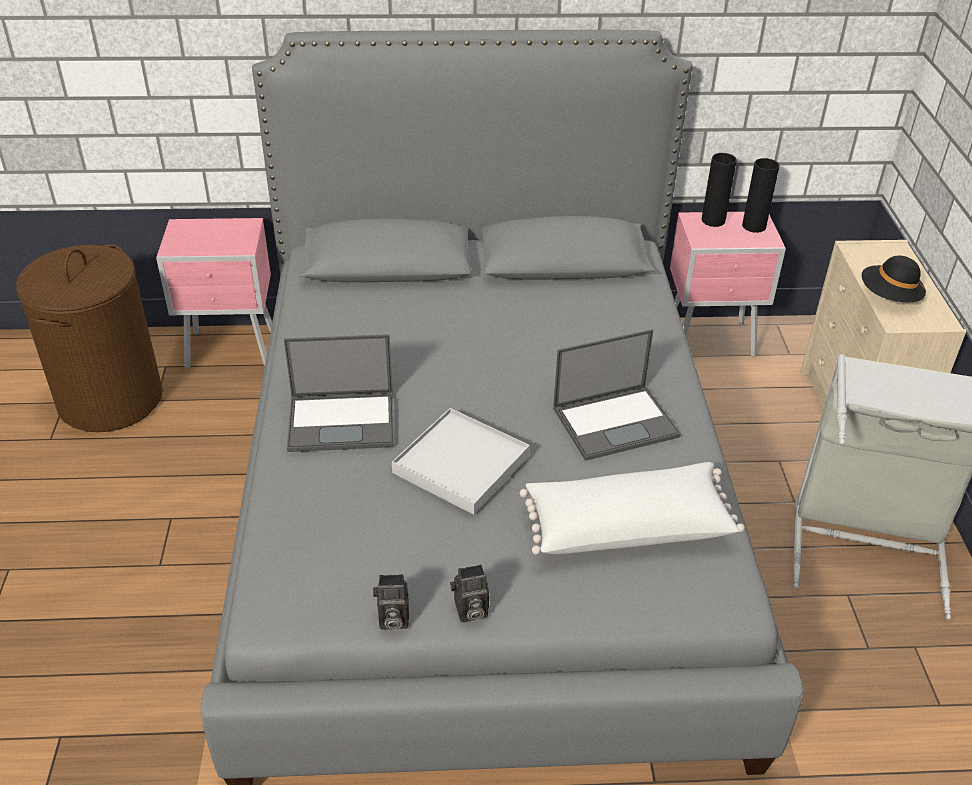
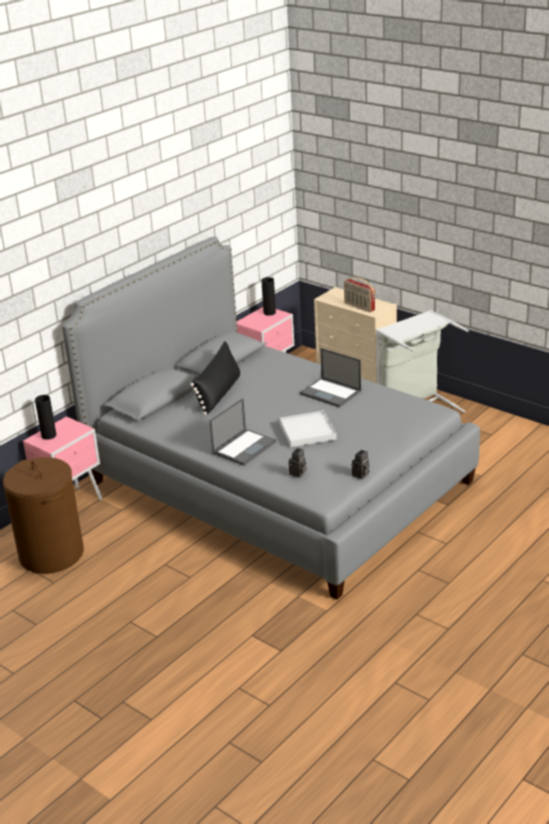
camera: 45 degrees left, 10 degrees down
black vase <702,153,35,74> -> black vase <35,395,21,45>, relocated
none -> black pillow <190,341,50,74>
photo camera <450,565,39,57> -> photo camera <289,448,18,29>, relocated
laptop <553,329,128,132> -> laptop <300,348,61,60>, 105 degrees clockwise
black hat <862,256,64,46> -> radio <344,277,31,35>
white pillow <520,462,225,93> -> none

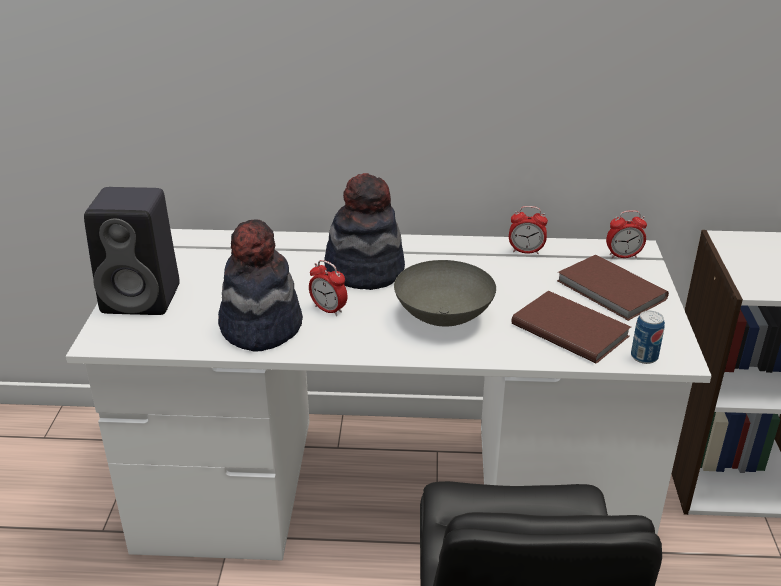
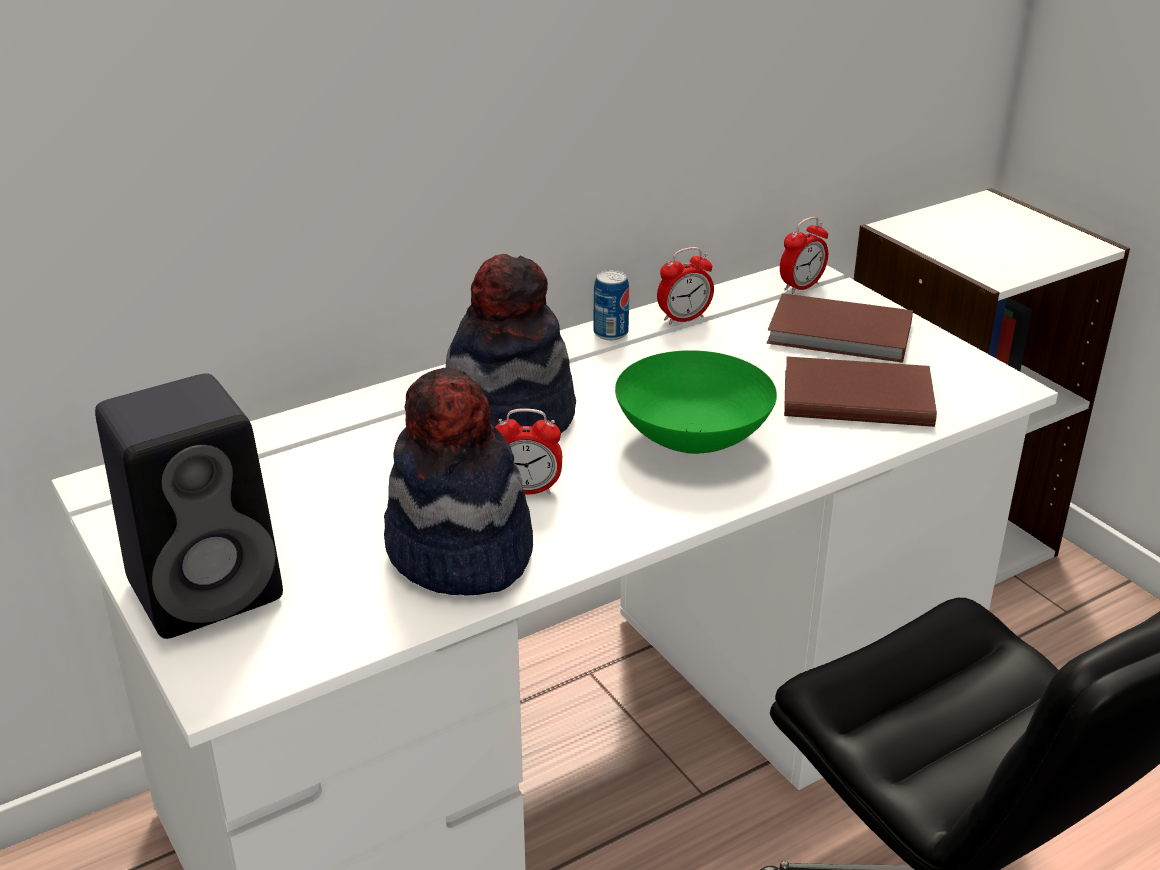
camera: 35 degrees left, 0 degrees up
can <631,311,34,53> -> can <594,270,35,70>, relocated
grey bowl <394,260,102,67> -> green bowl <615,350,162,104>

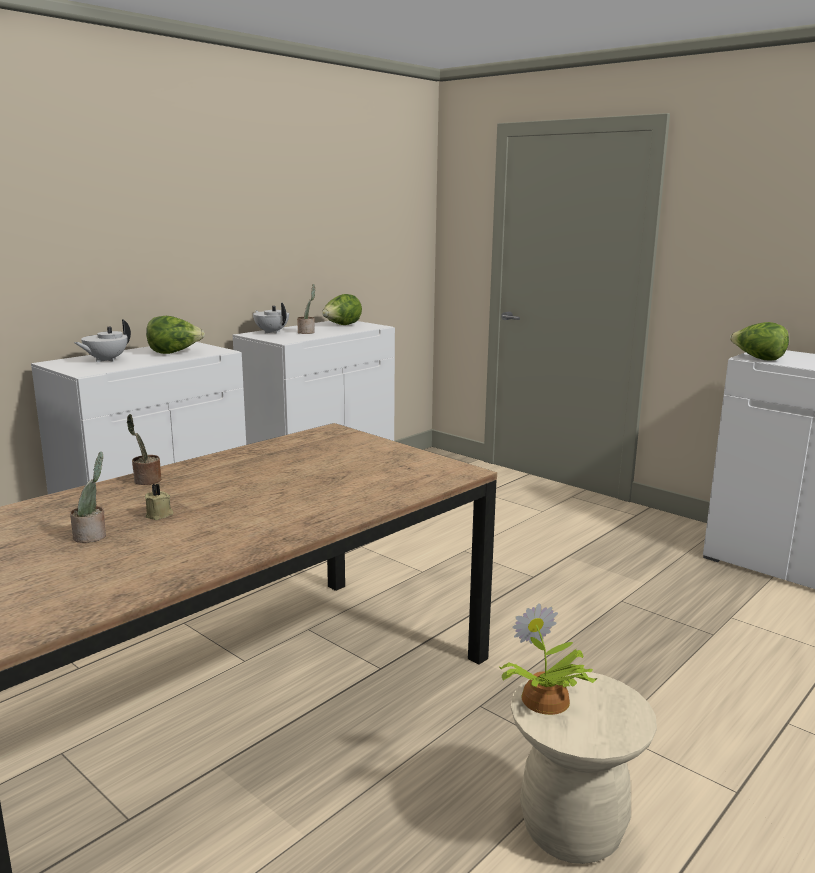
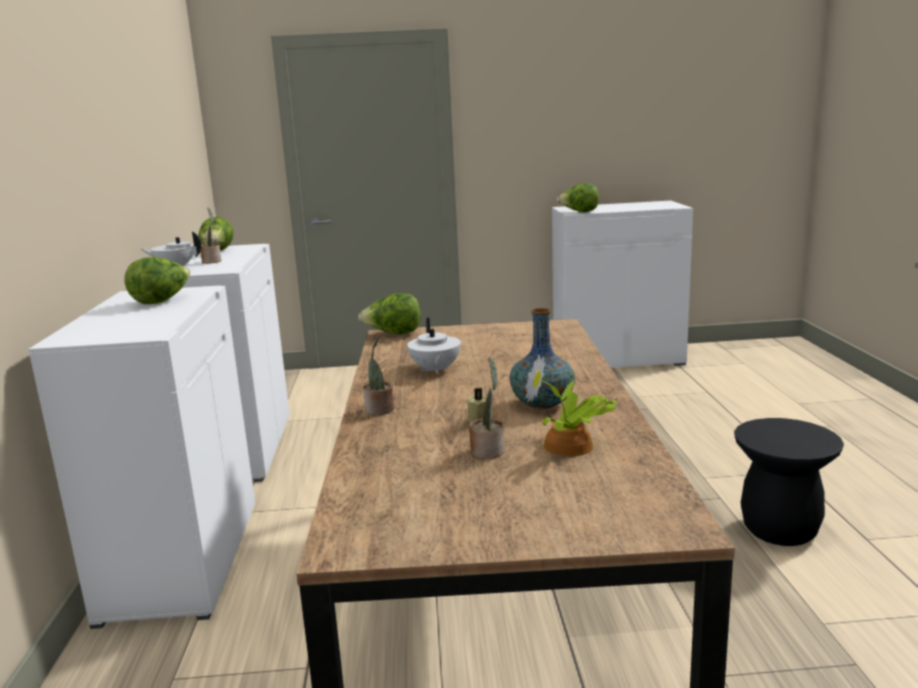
camera: 45 degrees left, 0 degrees up
none -> lettuce <358,293,63,41>
white teapot <74,319,57,43> -> white teapot <407,318,54,57>, relocated
none -> vase <509,308,66,101>
potted plant <499,603,98,112> -> potted plant <525,355,92,101>, relocated
beige stool <511,672,146,192> -> black stool <734,418,110,128>

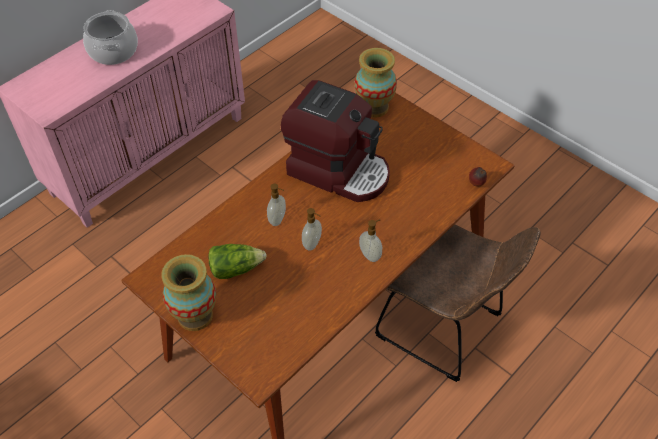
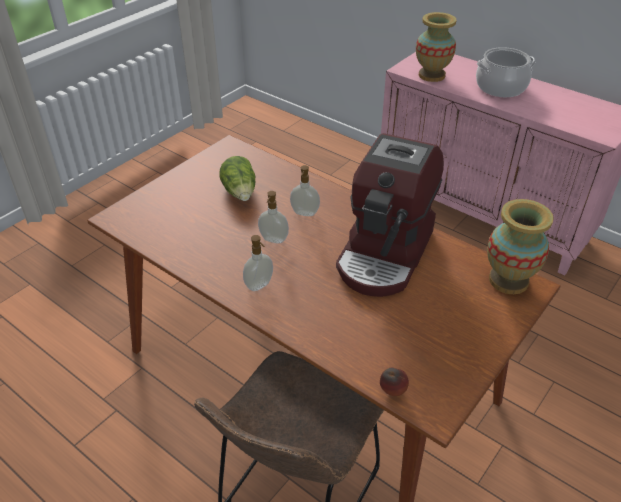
camera: 85 degrees right, 10 degrees down
vase <161,254,55,77> -> vase <416,12,40,70>, relocated

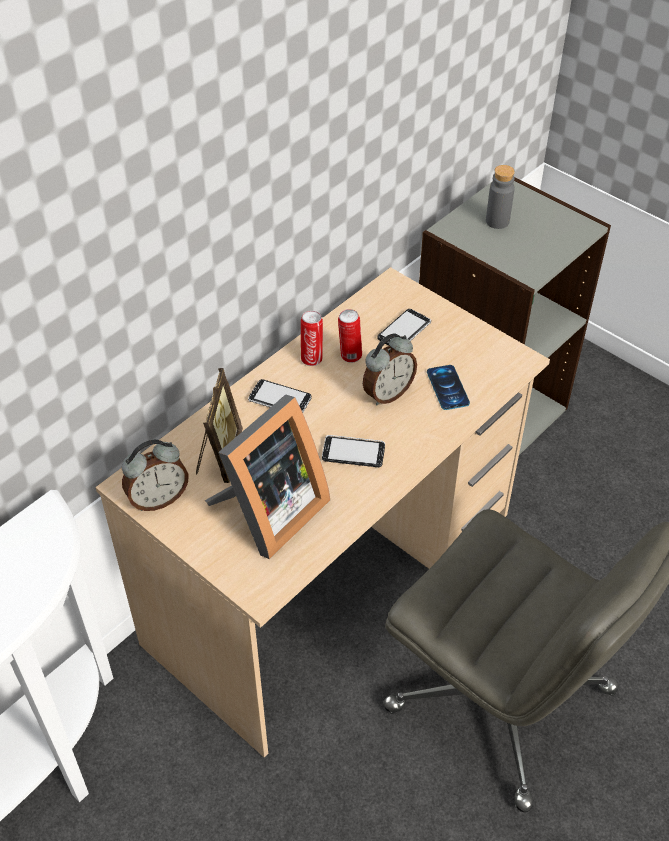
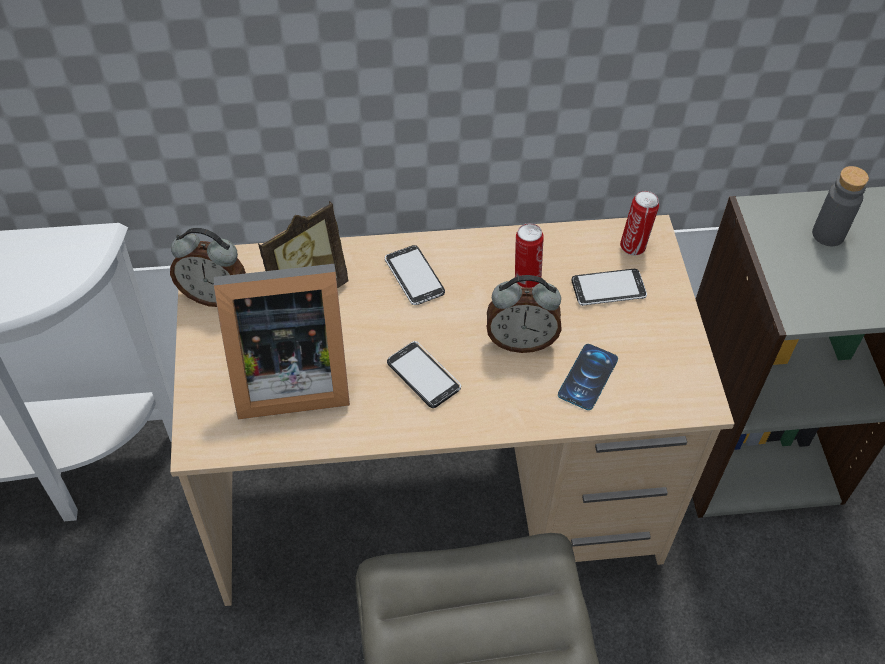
camera: 40 degrees right, 5 degrees up
can <301,311,22,55> -> can <620,191,39,64>, relocated

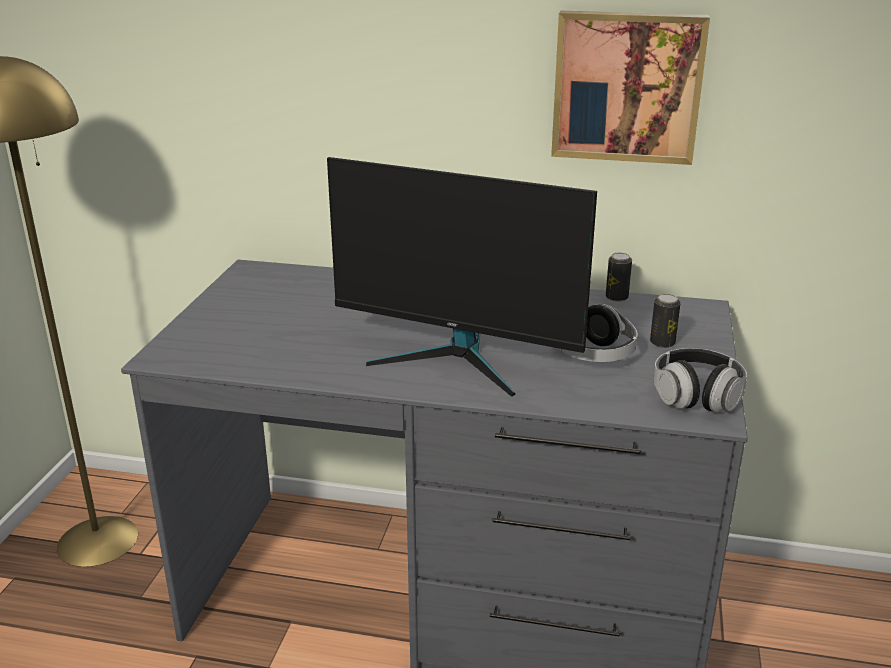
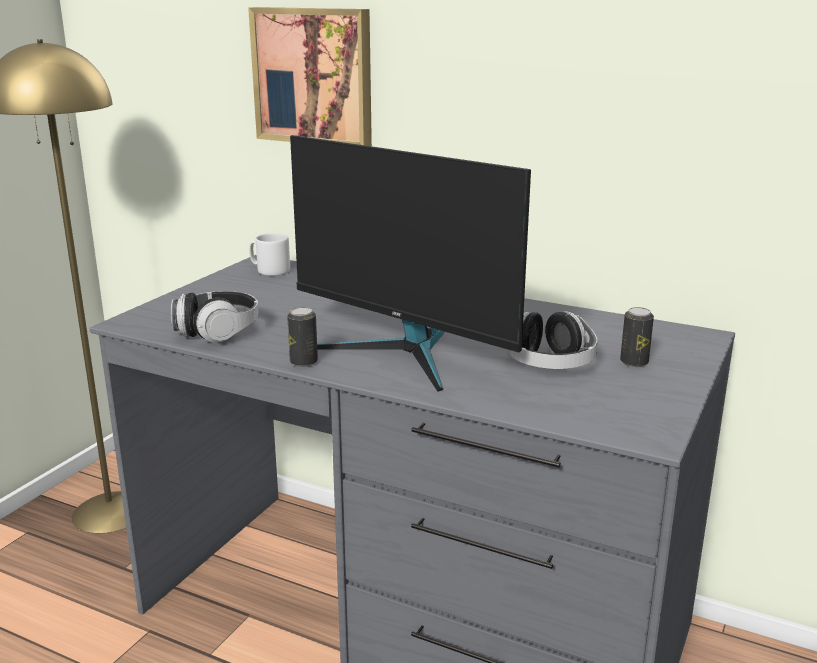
camera: 15 degrees right, 5 degrees down
headphones <653,348,94,65> -> headphones <171,291,88,52>, relocated
picture <551,11,159,154> -> picture <248,7,124,139>, relocated
none -> grey mug <249,233,41,43>
can <606,253,26,49> -> can <287,307,31,60>, relocated

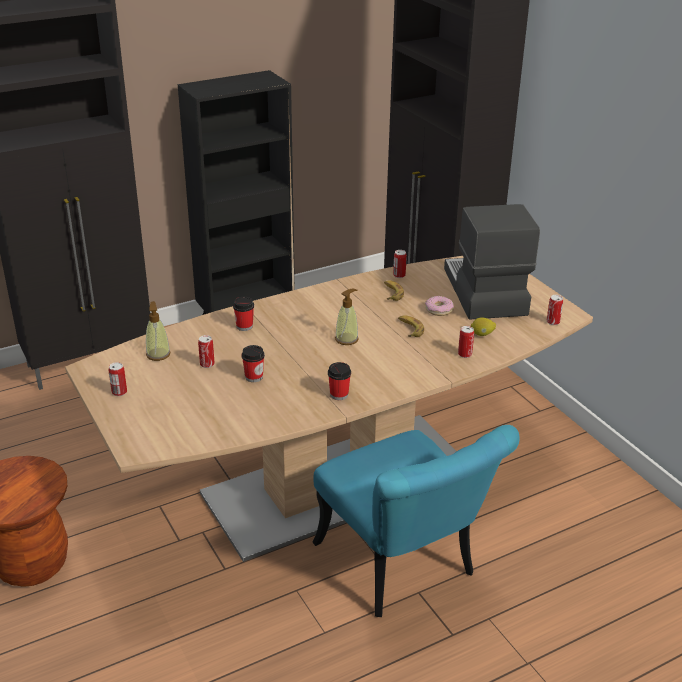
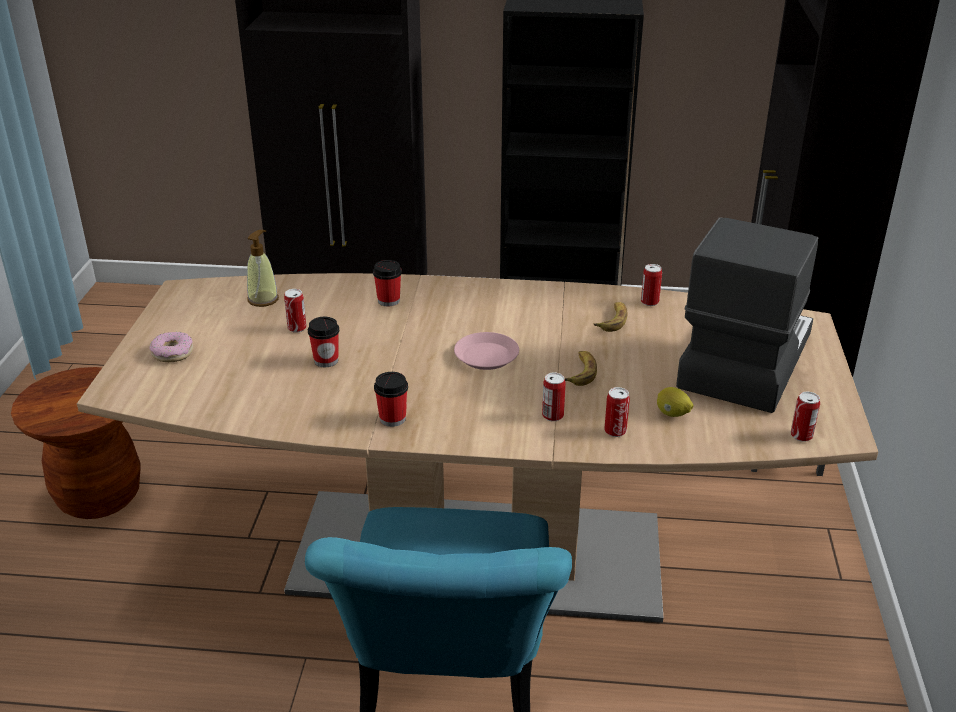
camera: 35 degrees right, 0 degrees up
donut <425,296,29,20> -> donut <149,332,45,30>, relocated
soap dispenser <335,289,24,56> -> pink plate <454,332,65,38>
can <108,362,19,34> -> can <542,372,24,49>, relocated

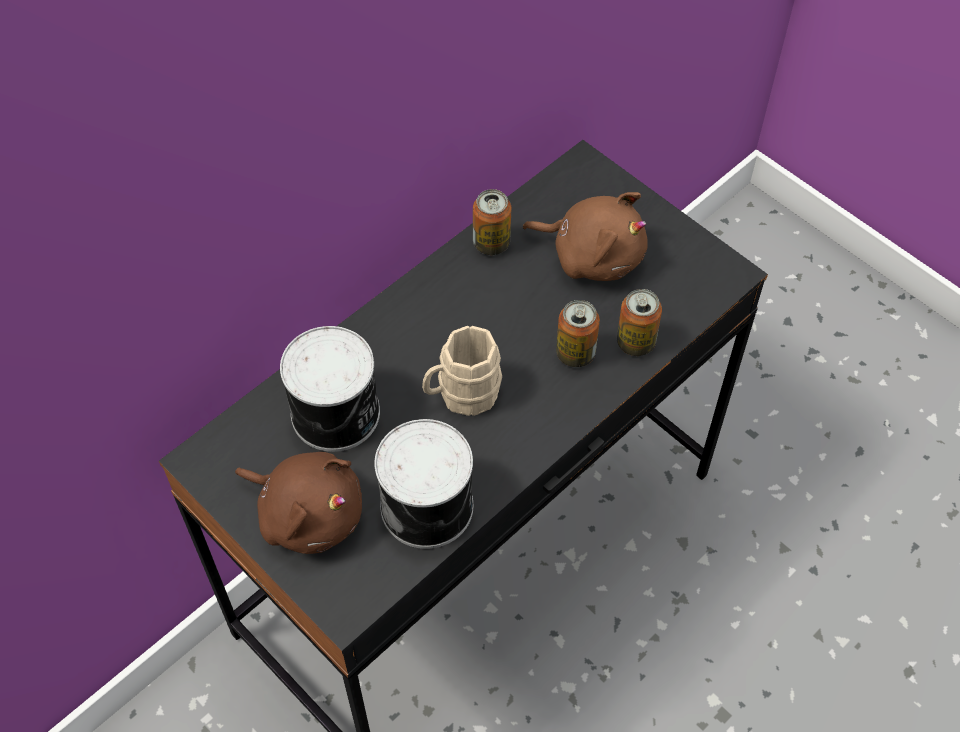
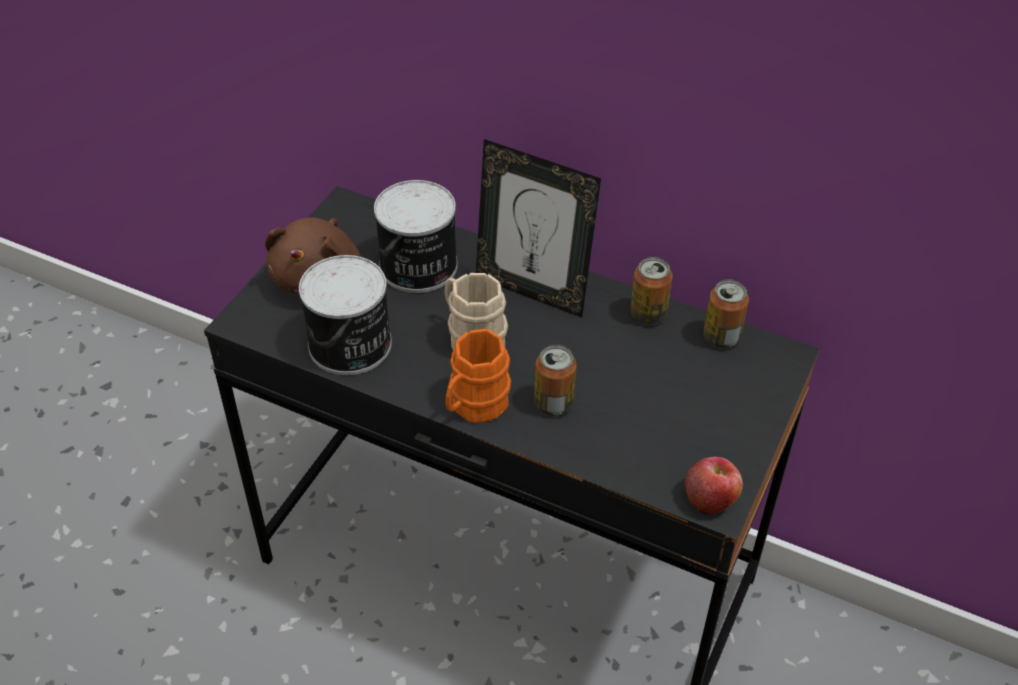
camera: 70 degrees right, 10 degrees down
none -> orange mug <445,329,66,94>
none -> picture frame <476,139,125,179>
none -> apple <685,457,58,57>
can <617,289,45,67> -> can <703,279,46,69>, relocated
brown plush toy <522,192,126,89> -> none

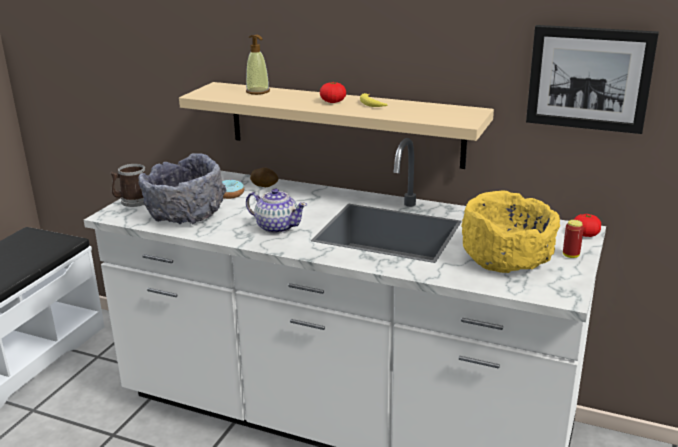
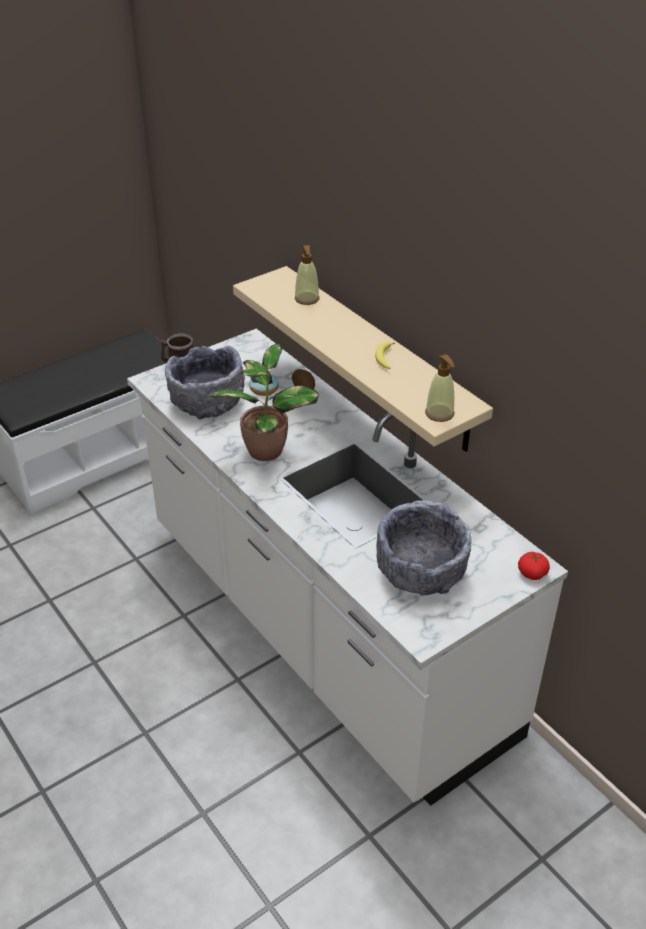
camera: 30 degrees right, 15 degrees up
teapot <246,188,61,46> -> potted plant <207,344,112,117>
yellow bowl <461,190,99,83> -> grey bowl <376,500,96,96>
none -> soap dispenser <425,354,30,68>
tomato <320,82,26,21> -> none
picture <526,25,133,109> -> none
can <563,220,21,38> -> none

